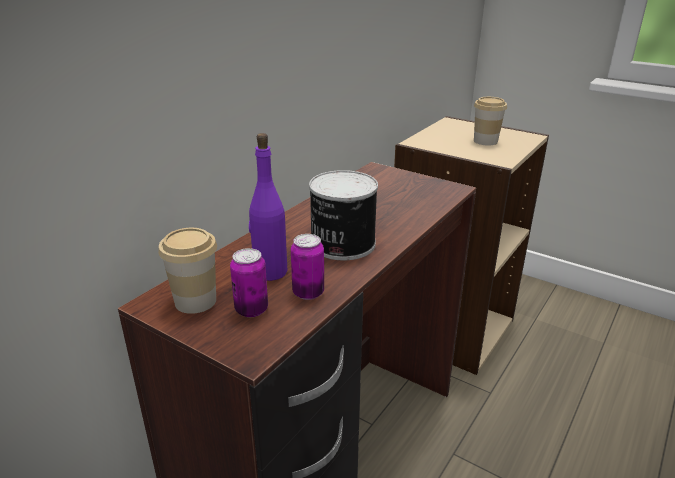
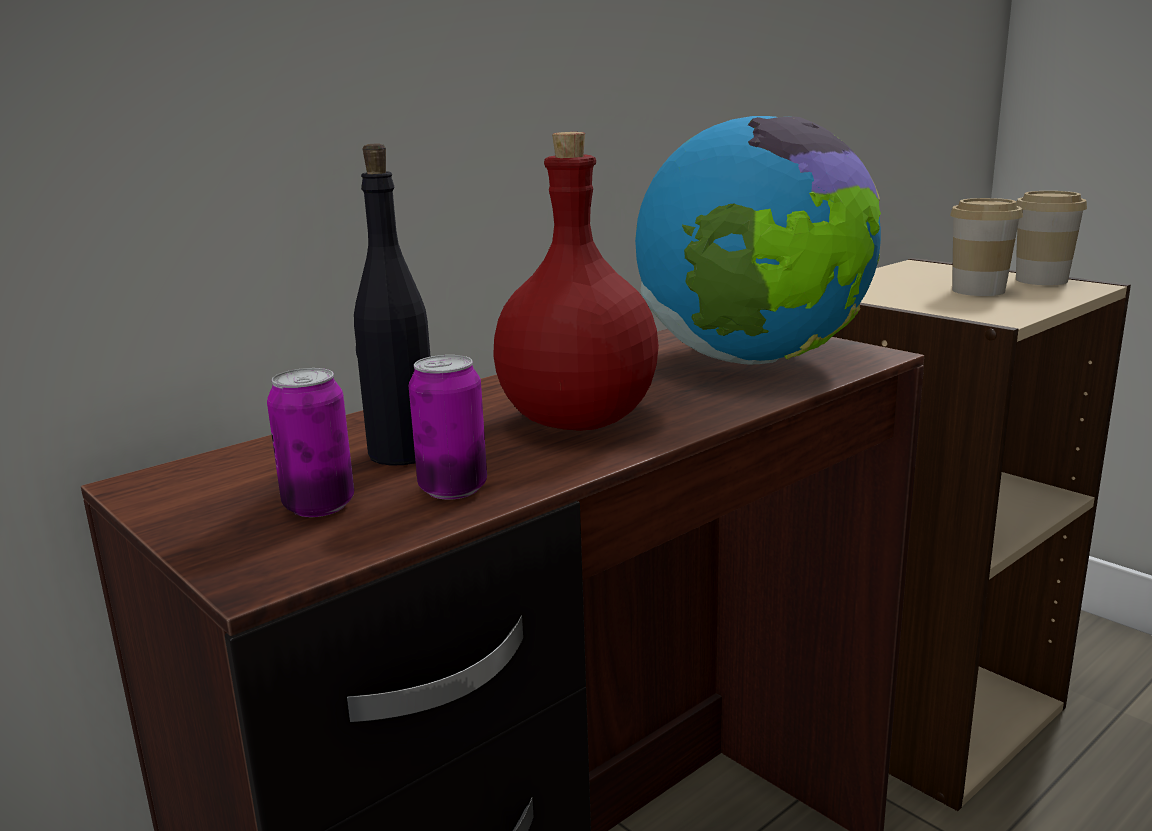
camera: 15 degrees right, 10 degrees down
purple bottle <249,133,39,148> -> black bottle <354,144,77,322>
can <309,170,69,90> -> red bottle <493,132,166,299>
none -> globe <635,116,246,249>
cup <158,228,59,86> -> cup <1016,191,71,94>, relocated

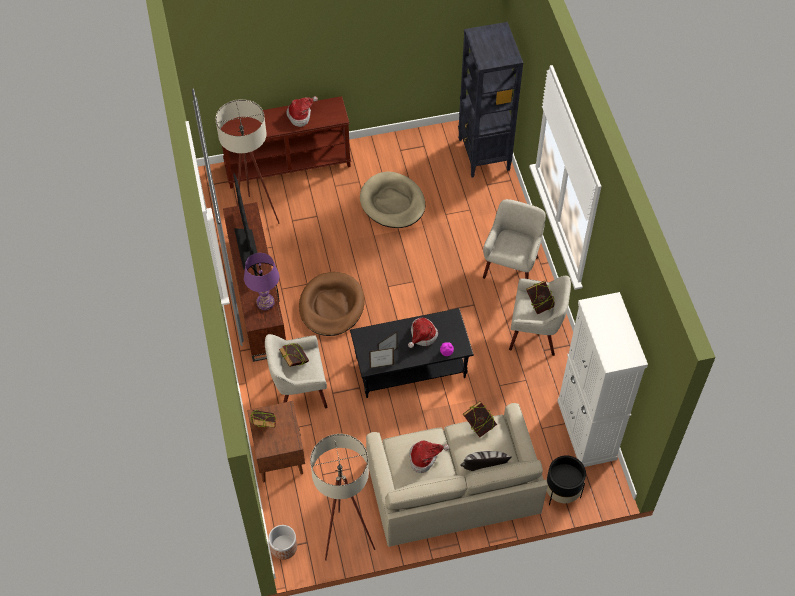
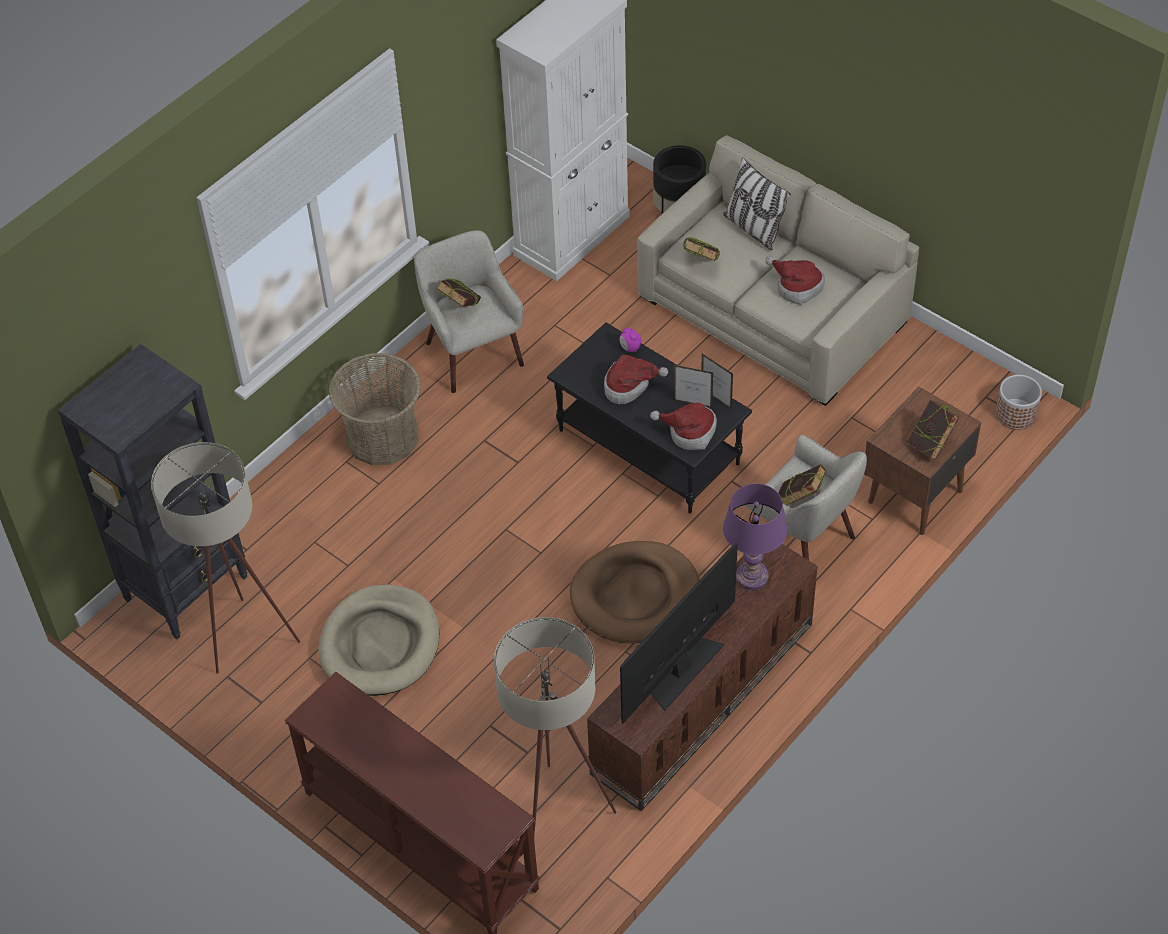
camera: 125 degrees left, 5 degrees down
beige floor lamp <310,434,65,127> -> beige floor lamp <151,442,149,232>, relocated
beige armchair <483,199,63,80> -> basket <328,353,93,112>
hat <287,96,31,31> -> hat <650,403,67,47>, relocated

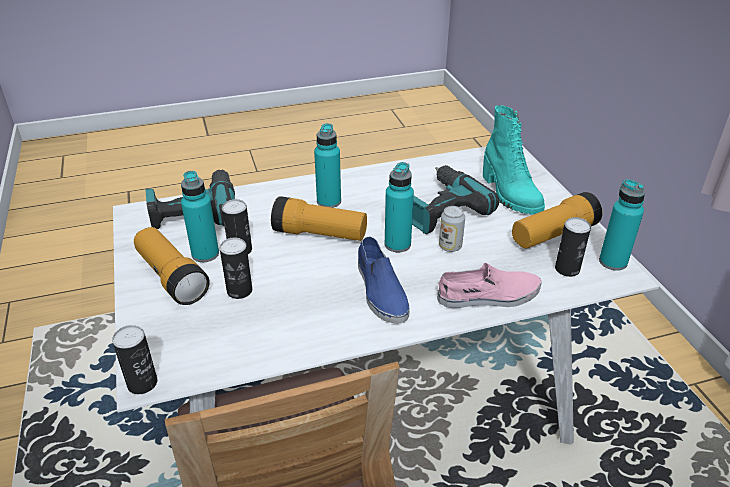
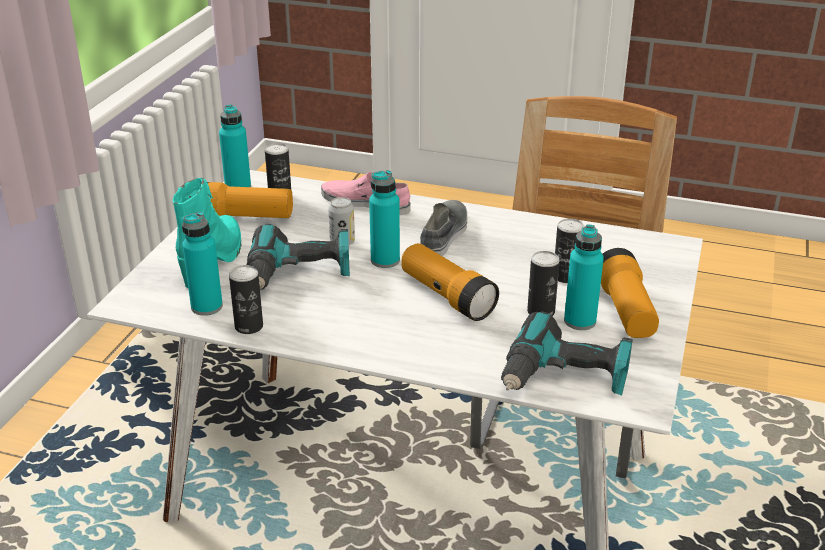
camera: 145 degrees left, 5 degrees down
turquoise bottle <314,123,27,85> -> turquoise bottle <182,212,41,104>, relocated
can <112,325,46,69> -> can <229,265,34,69>, relocated
blue shoe <358,236,52,88> -> grey shoe <420,200,47,56>

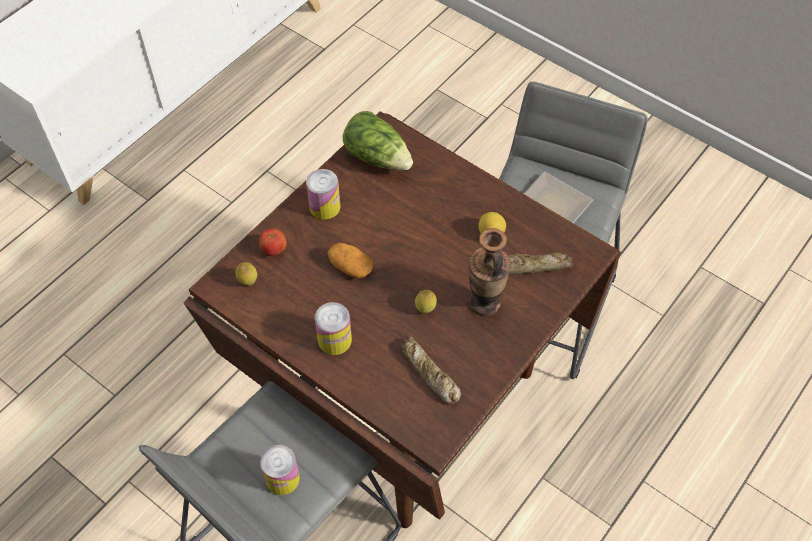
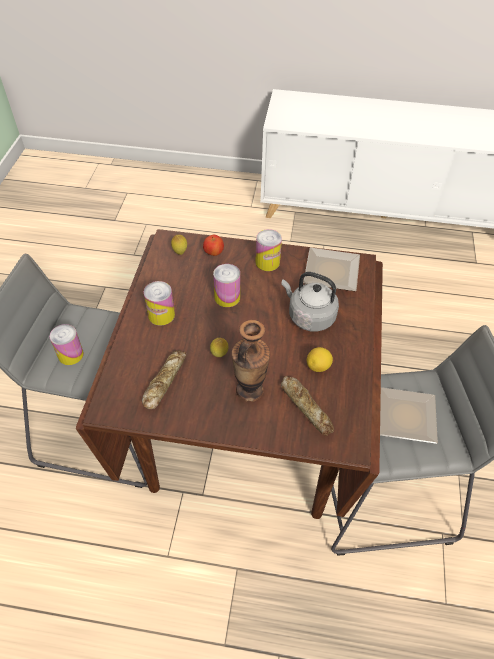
camera: 60 degrees right, 5 degrees down
potato <327,243,47,35> -> can <213,264,27,43>
none -> grey kettle <281,272,58,60>
lettuce <343,111,70,59> -> plate <303,247,57,44>

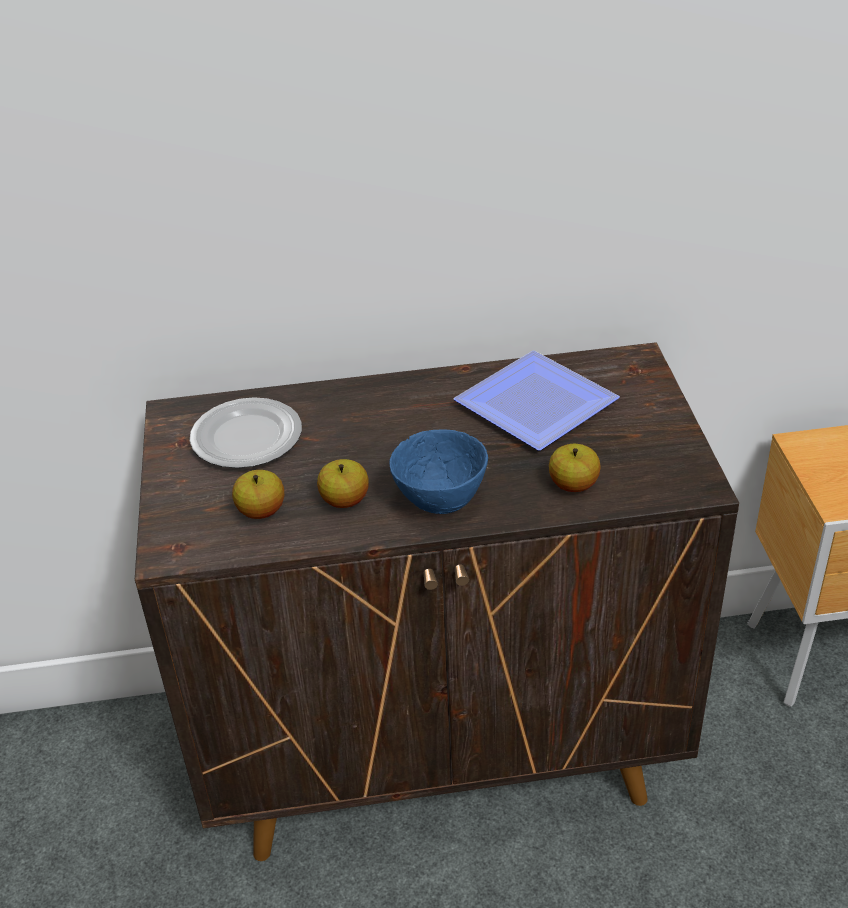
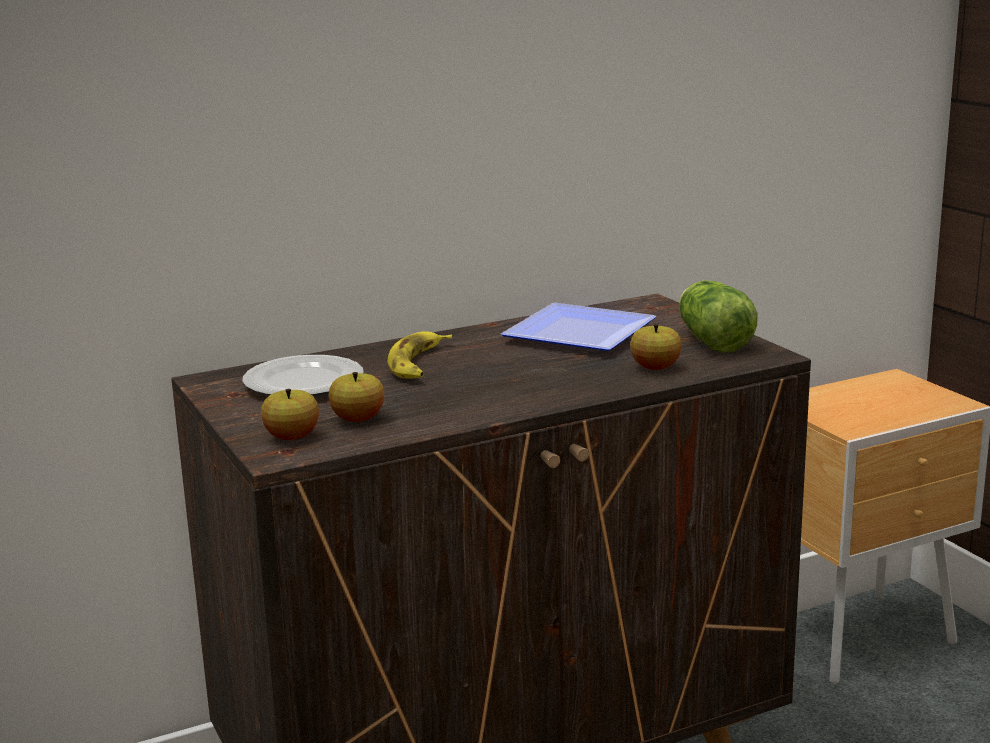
camera: 20 degrees left, 20 degrees down
apple <317,459,52,49> -> apple <261,389,58,51>, relocated
none -> banana <387,331,65,48>
none -> lettuce <679,280,78,73>
blue bowl <389,429,99,85> -> none

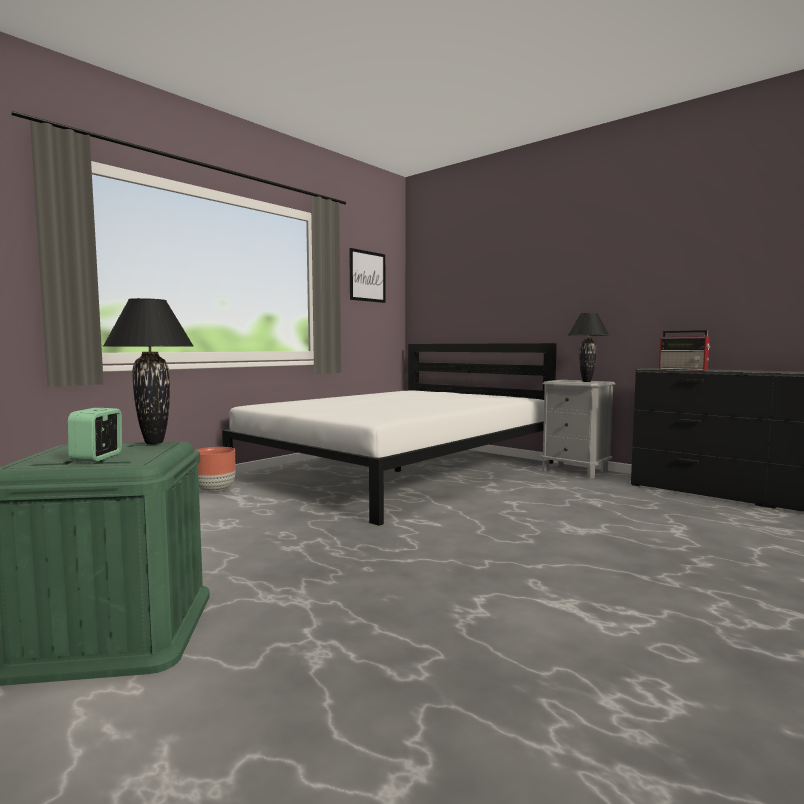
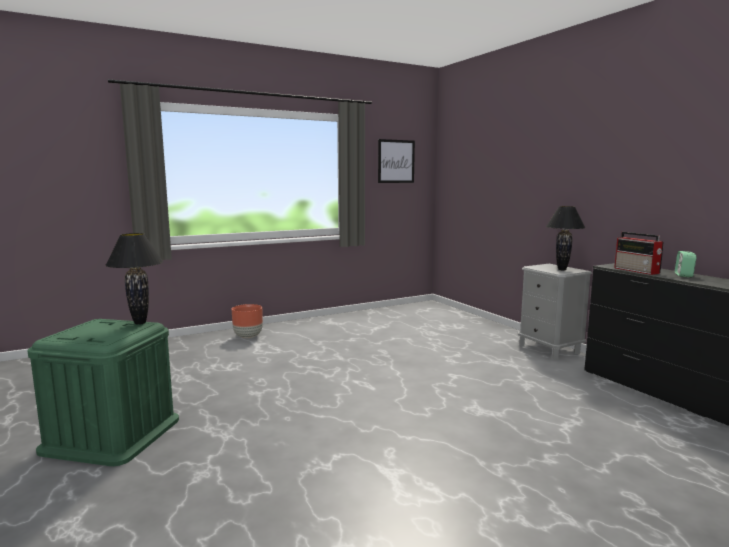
camera: 20 degrees right, 5 degrees up
alarm clock <68,408,54,54> -> alarm clock <675,251,22,26>, relocated
white bed <222,343,335,183> -> none

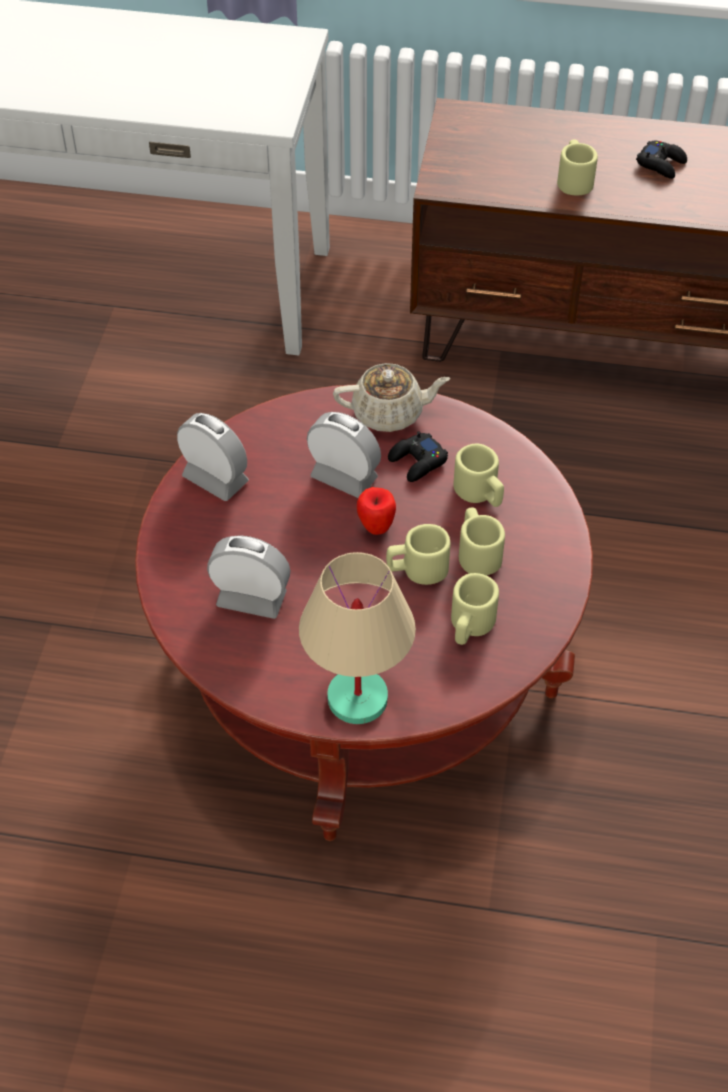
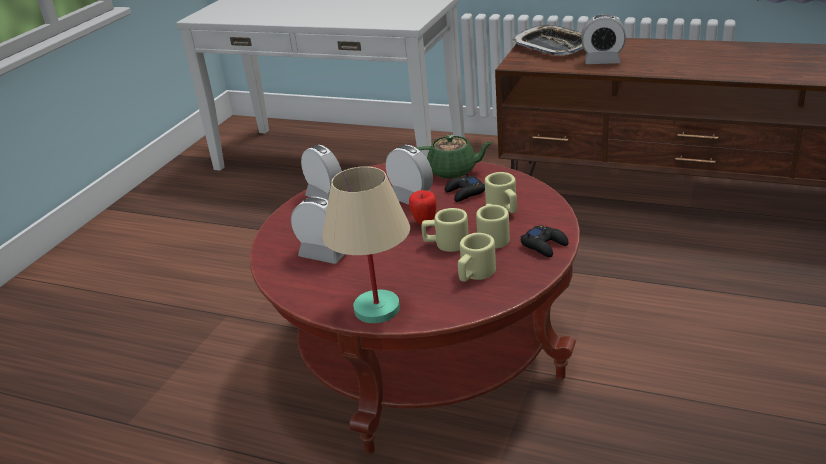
camera: 15 degrees right, 20 degrees down
beige teapot <333,363,118,69> -> green teapot <417,134,76,45>
none -> tray <512,25,72,31>
black game controller <636,141,51,38> -> black game controller <520,225,49,32>, relocated
beige mug <557,140,41,55> -> alarm clock <581,14,45,50>

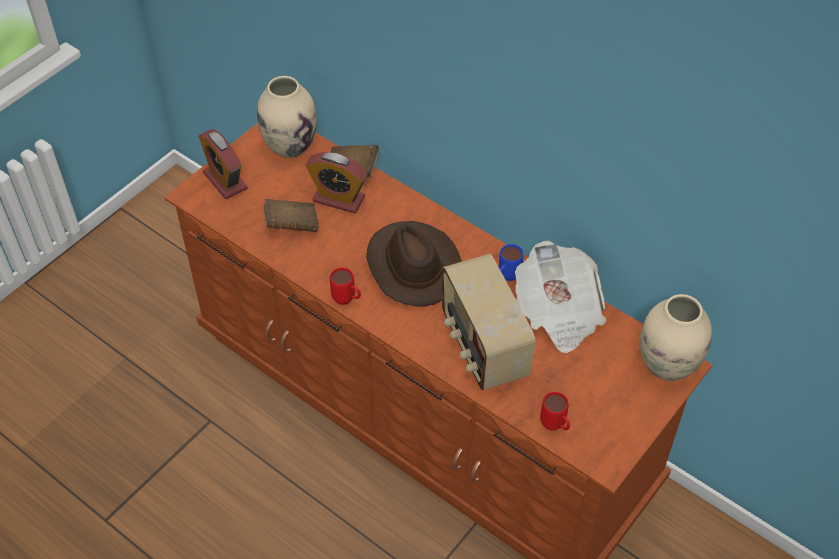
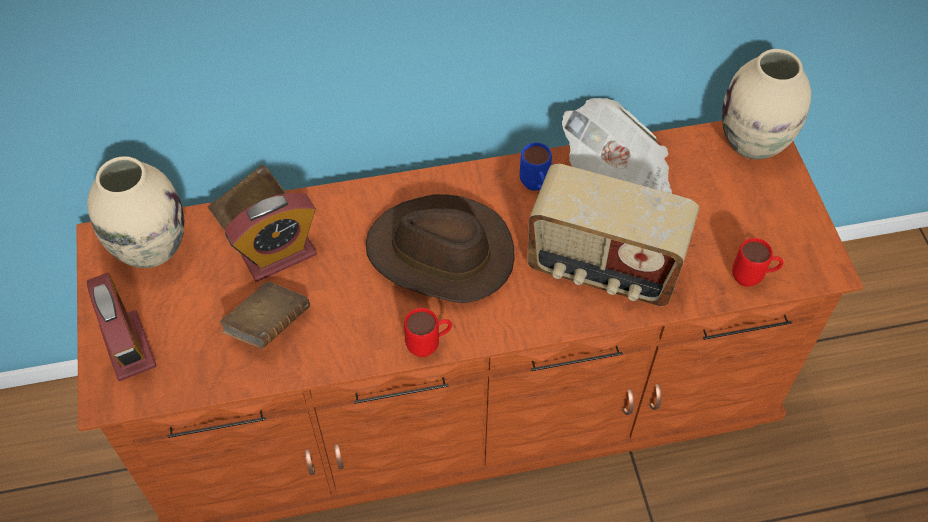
camera: 50 degrees left, 5 degrees up
alarm clock <198,129,49,70> -> alarm clock <87,273,70,108>, 120 degrees counterclockwise

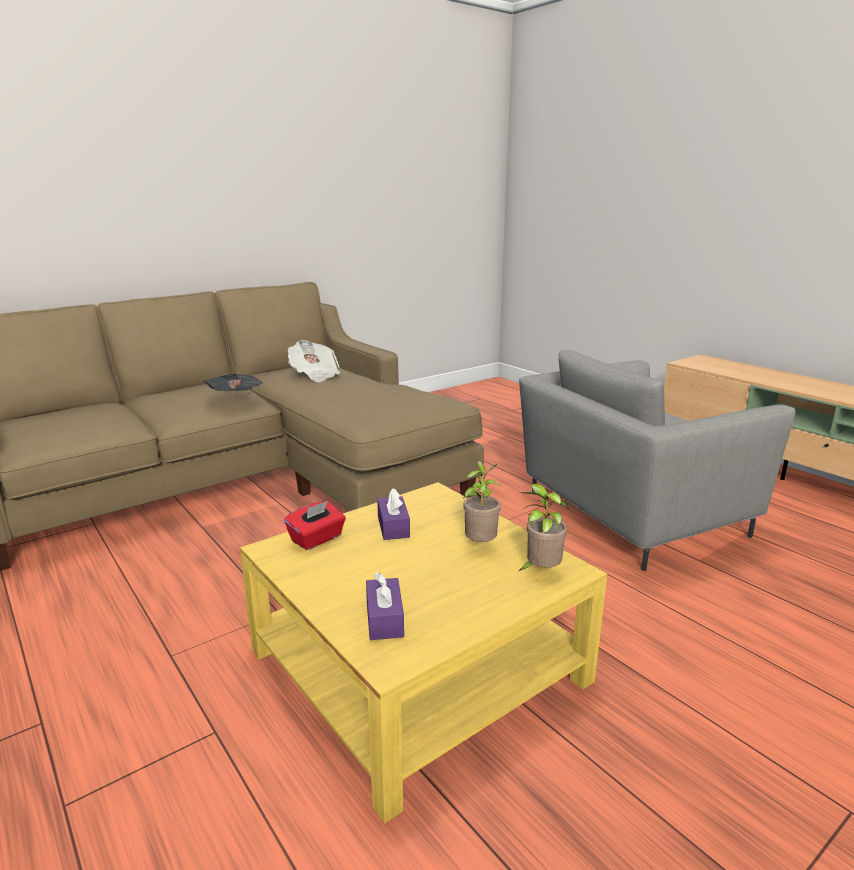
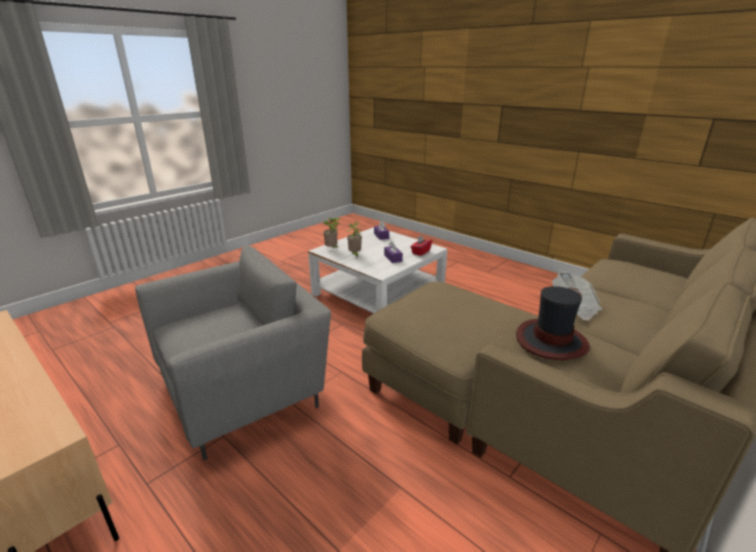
camera: 170 degrees right, 5 degrees up
yellow coffee table <240,482,367,341> -> white coffee table <308,227,139,86>
newspaper <288,340,52,42> -> hat <516,286,74,74>

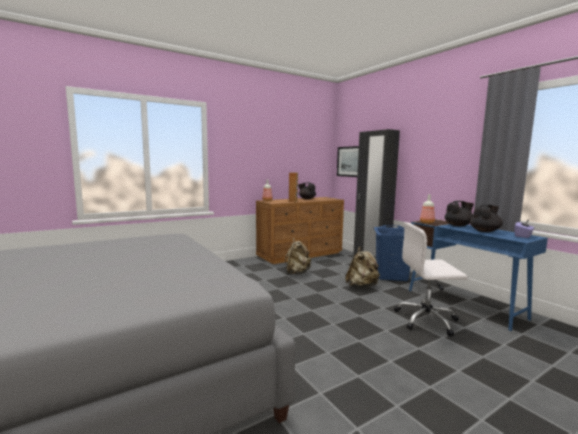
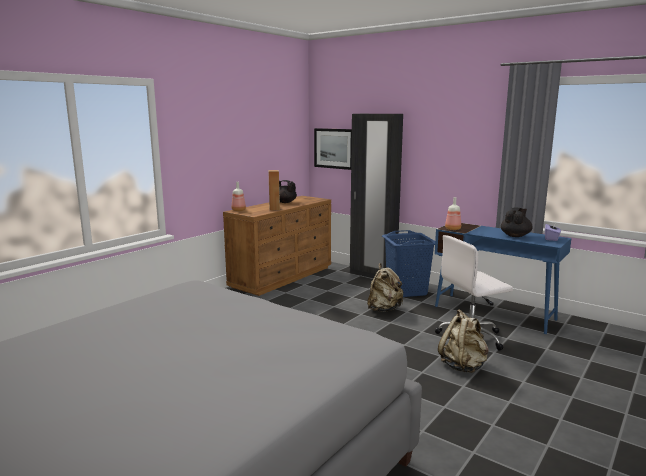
camera: 20 degrees left, 5 degrees up
beige backpack <285,238,26,36> -> beige backpack <438,309,51,64>, relocated
black teapot <445,201,29,25> -> none

